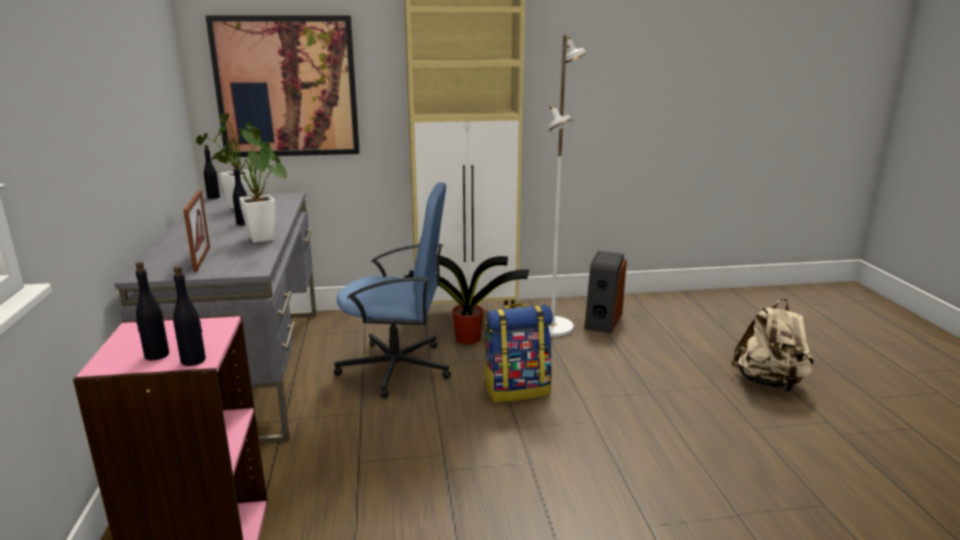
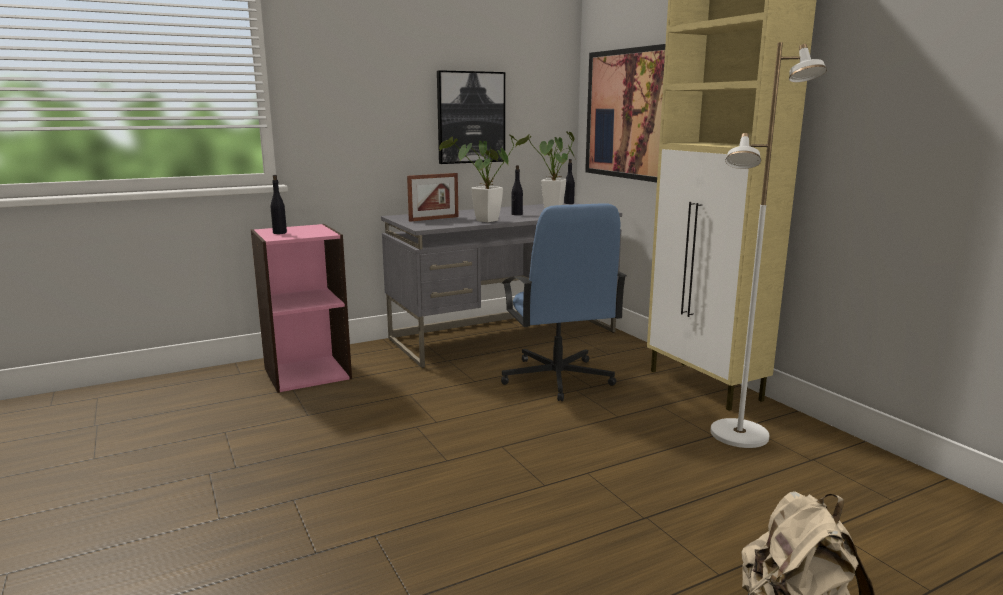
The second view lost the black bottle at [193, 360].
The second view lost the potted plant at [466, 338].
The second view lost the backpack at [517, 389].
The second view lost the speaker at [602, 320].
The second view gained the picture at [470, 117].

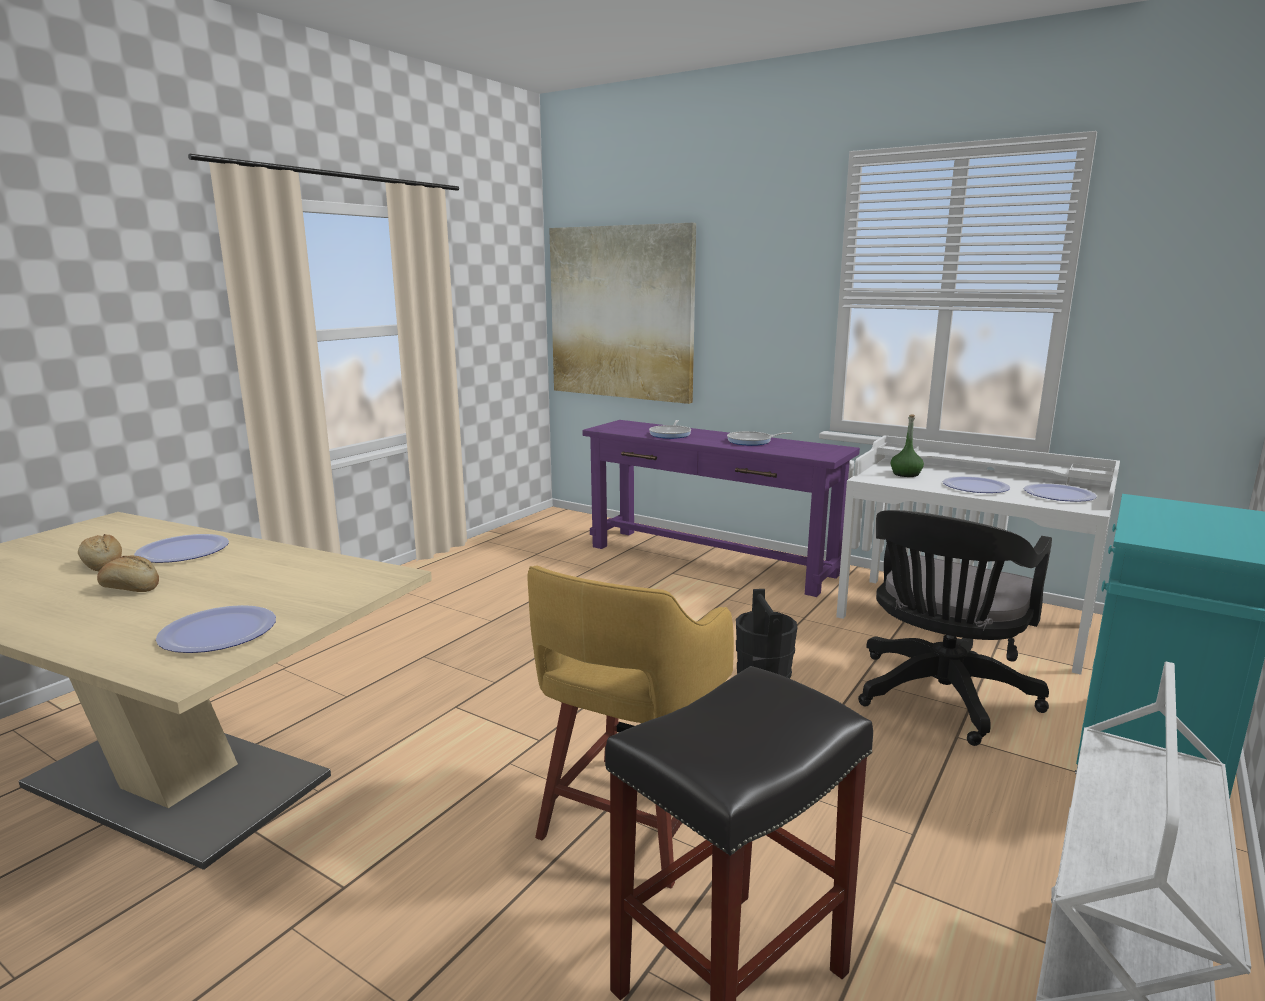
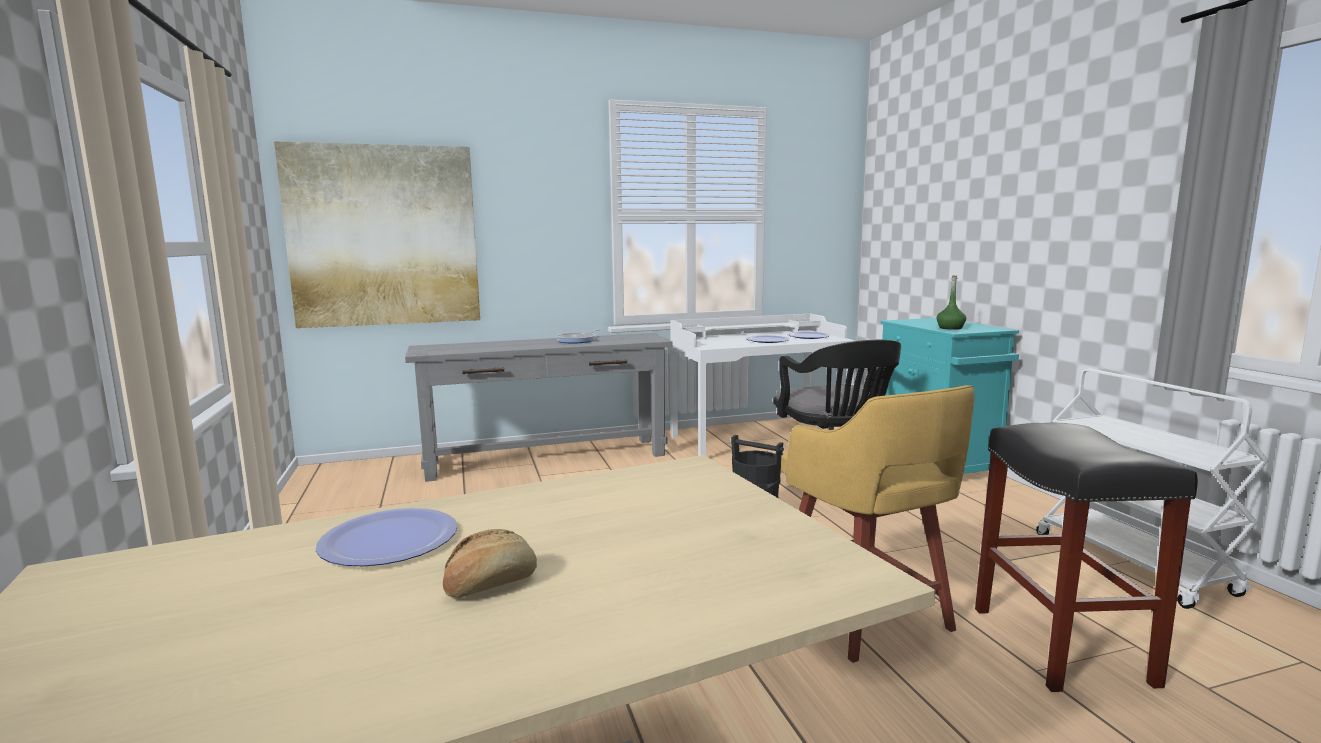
The second view lost the bread at [102, 564].
The second view lost the plate at [218, 632].
The second view lost the frying pan at [671, 434].
The green bottle ended up elsewhere, having gone from [906, 474] to [950, 328].
What was the purple console table at [710, 560] turned into the grey console table at [547, 458].

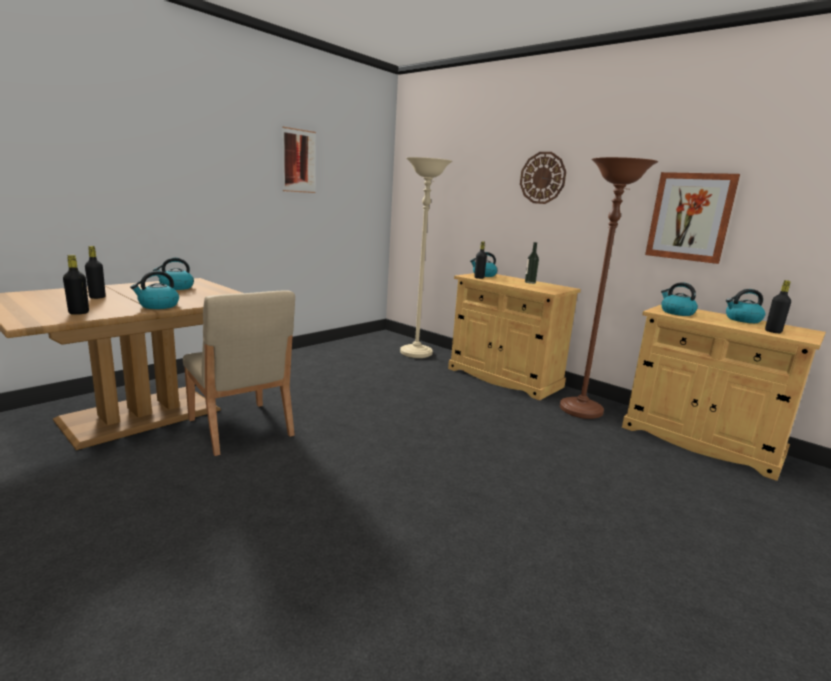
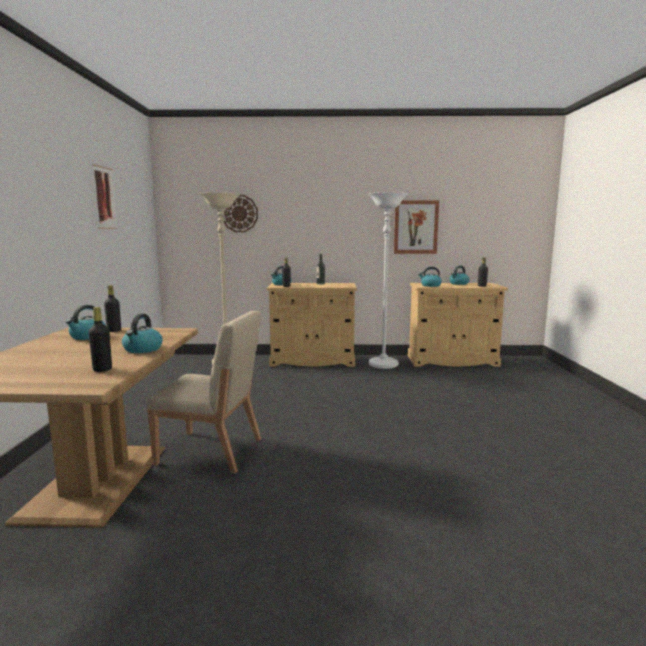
The black bottle ended up elsewhere, having gone from [97, 297] to [114, 330].
The wall clock ended up elsewhere, having gone from [542, 178] to [239, 213].
What was the brown floor lamp at [581, 410] turned into the white floor lamp at [383, 365].

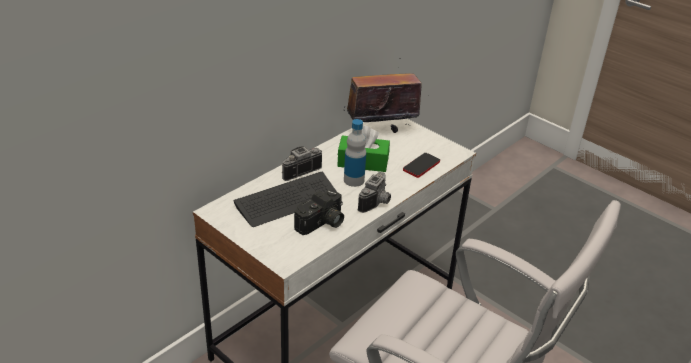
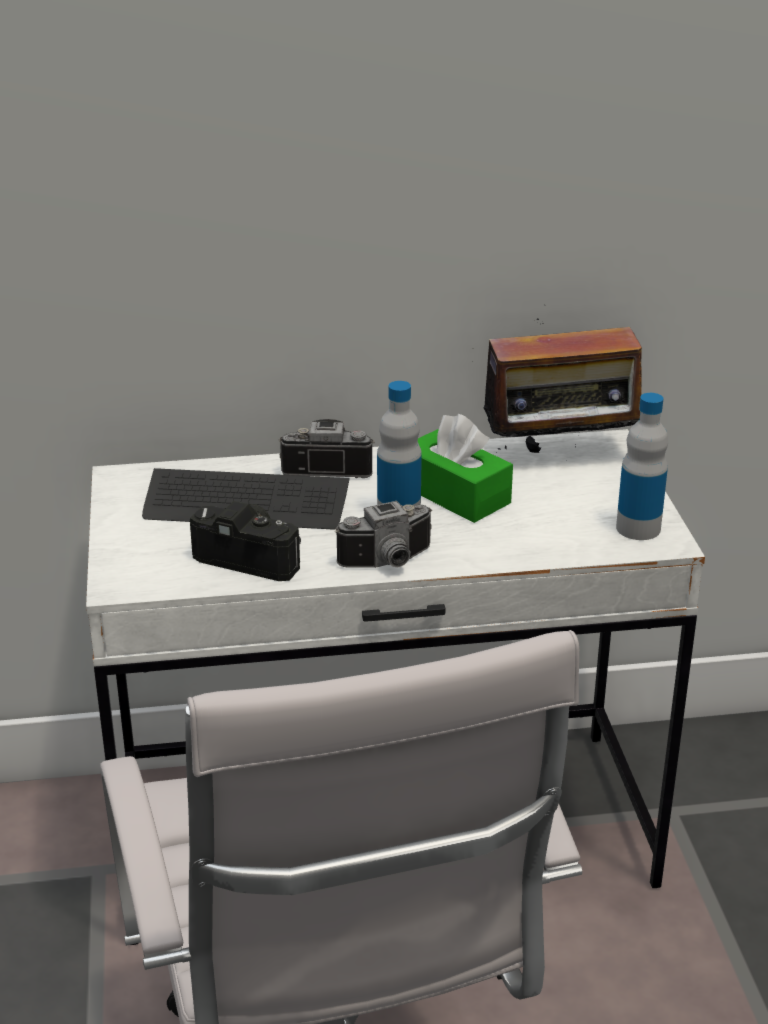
The second view lost the phone at [421, 166].
The second view gained the bottle at [638, 528].
The photo camera at [322, 224] ended up facing another way, 150 degrees counterclockwise from before.
The radio at [380, 130] ended up facing another way, 150 degrees clockwise from before.

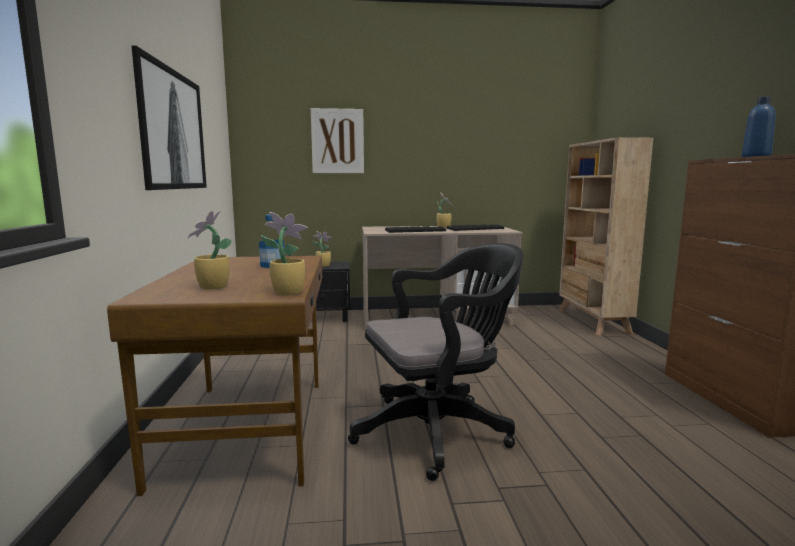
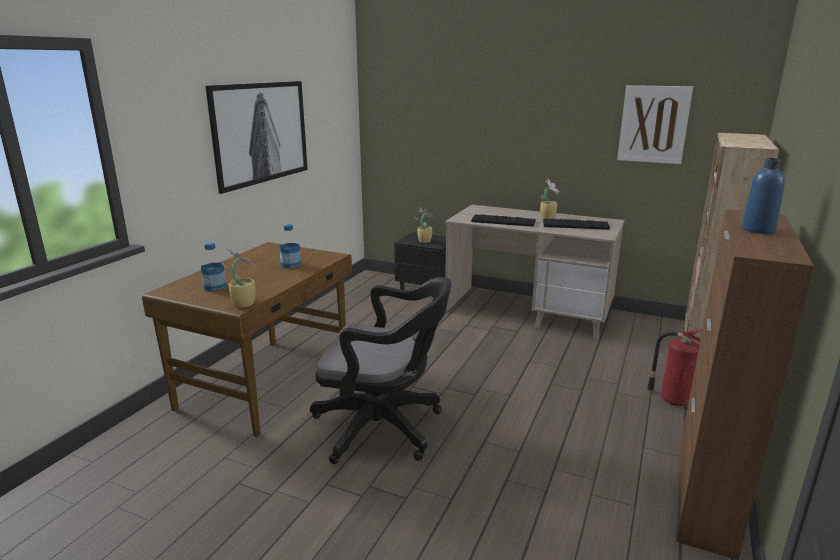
The second view gained the fire extinguisher at [672, 399].
The picture ended up elsewhere, having gone from [337, 141] to [653, 124].
Where the potted plant stood at [212, 287], the bottle came to stand at [214, 287].

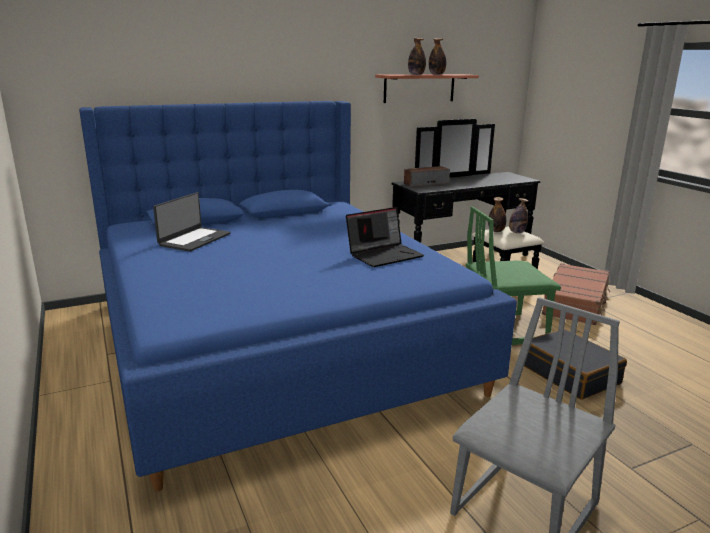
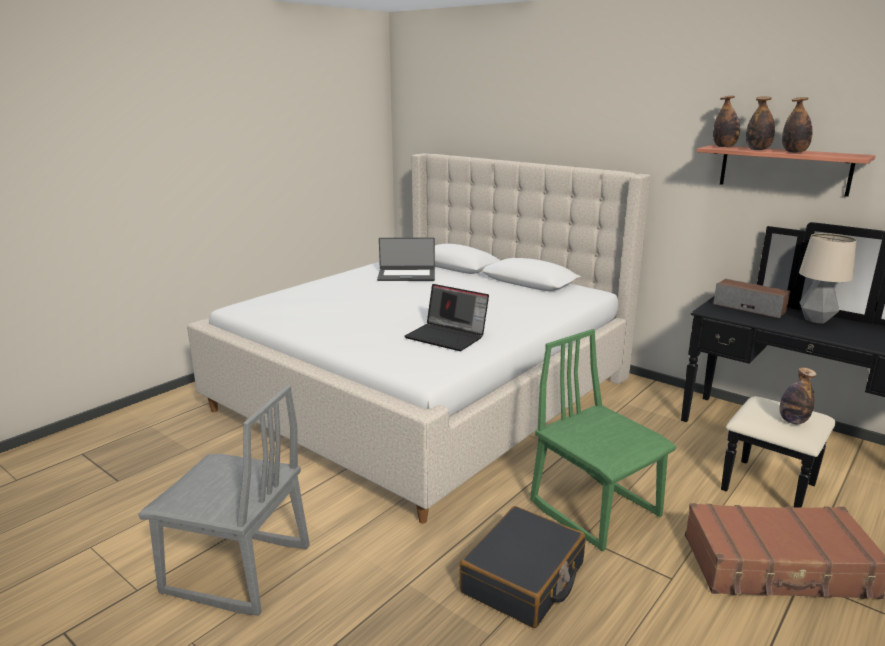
The second view gained the table lamp at [815, 320].
The bottle ended up elsewhere, having gone from [496, 231] to [724, 147].
What was the blue bed at [278, 343] turned into the beige bed at [427, 393].

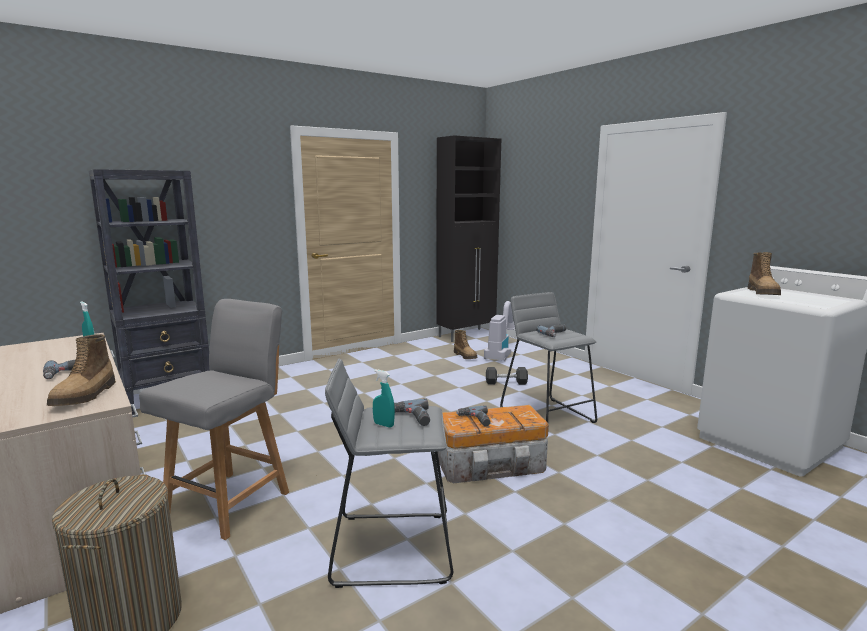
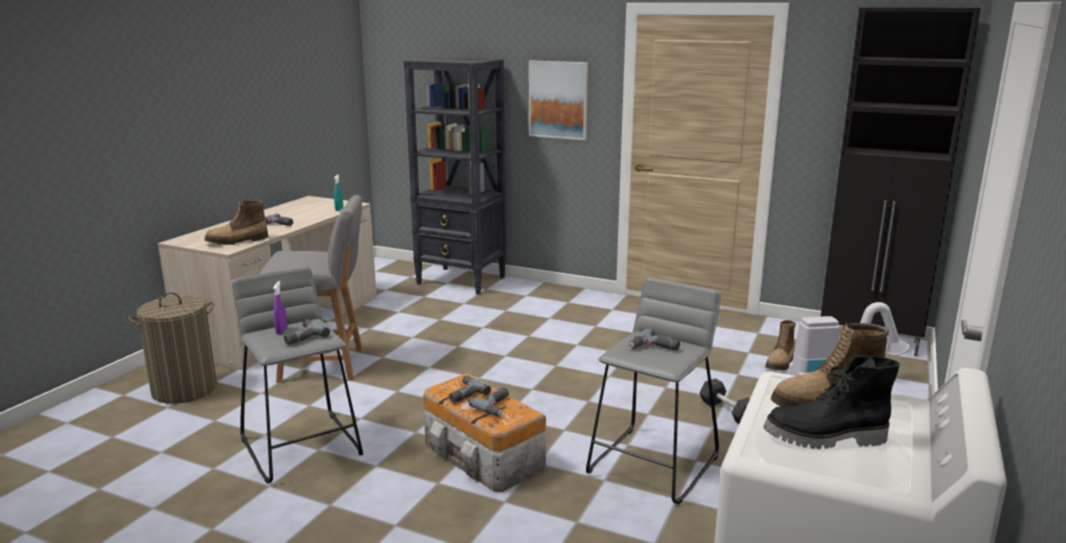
The second view gained the power drill at [497, 406].
The second view gained the picture at [558, 99].
The second view gained the black boot at [825, 439].
What was the turquoise spray bottle at [383, 425] turned into the purple spray bottle at [281, 331].

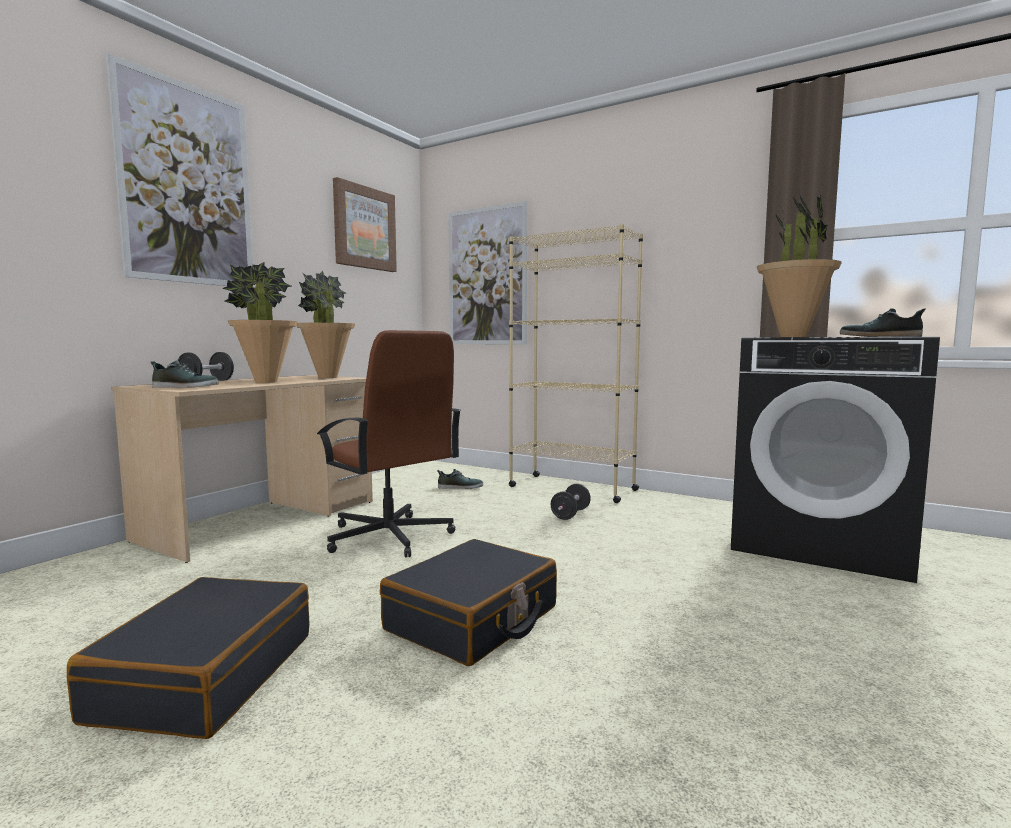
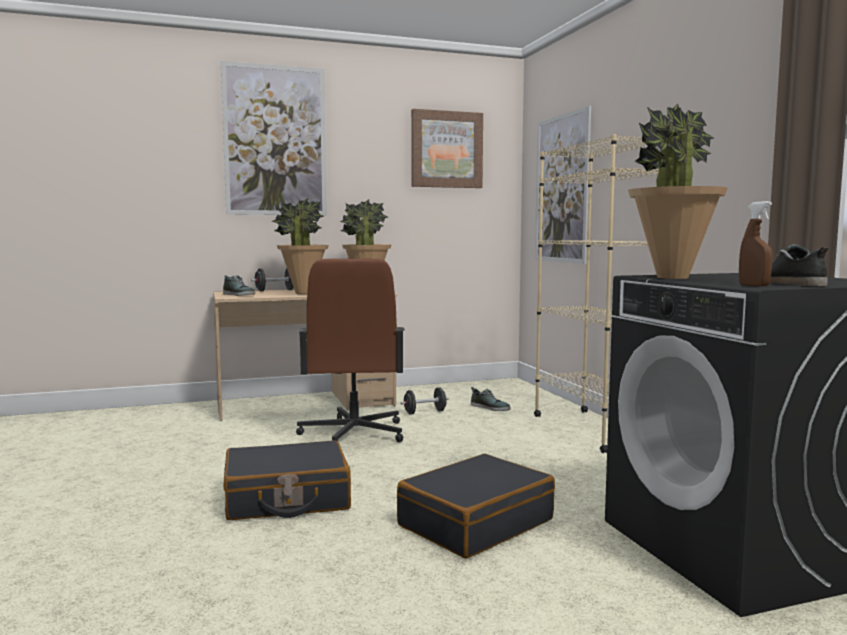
The second view gained the brown spray bottle at [754, 285].
The black suitcase ended up elsewhere, having gone from [205, 675] to [475, 522].
The black dumbbell ended up elsewhere, having gone from [570, 514] to [425, 412].

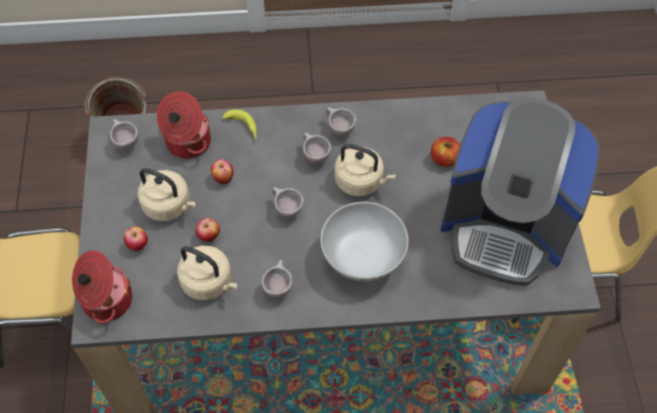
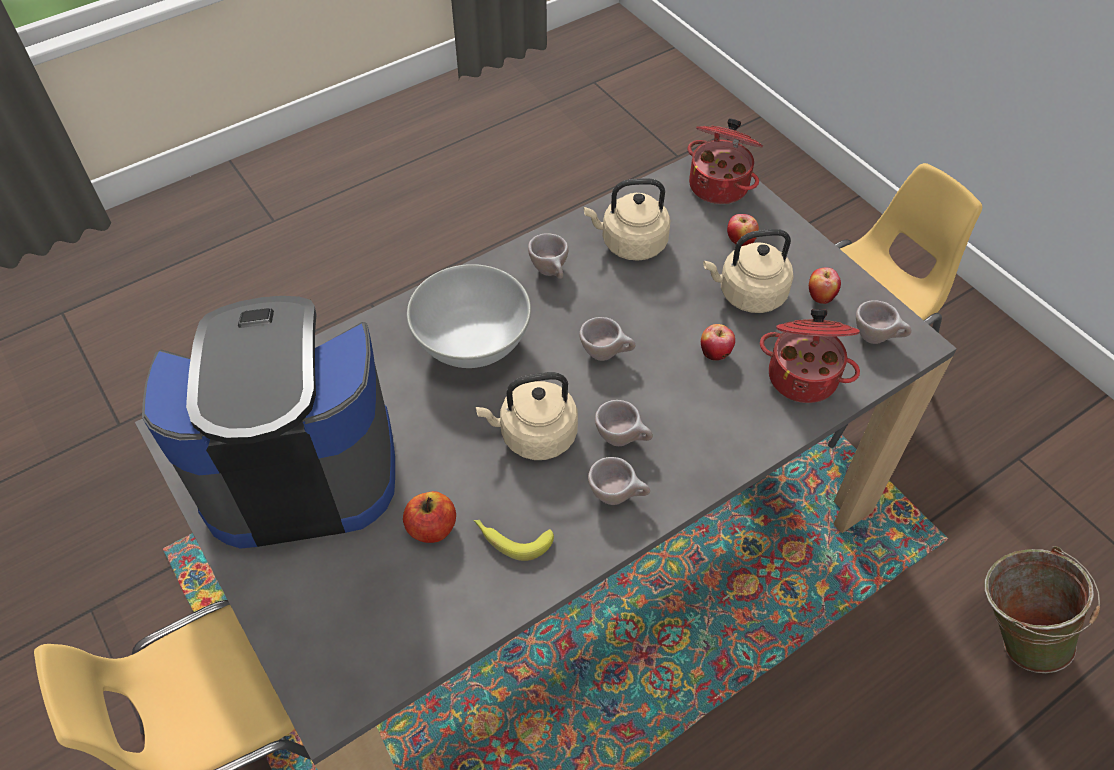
The apple ended up elsewhere, having gone from [209, 237] to [820, 297].
The banana ended up elsewhere, having gone from [243, 128] to [511, 538].

